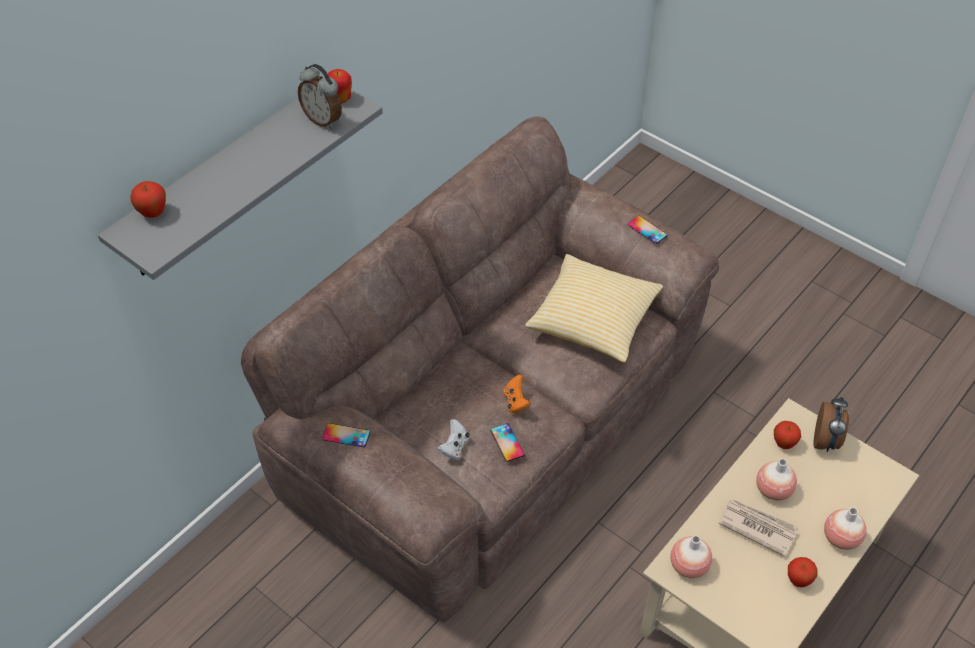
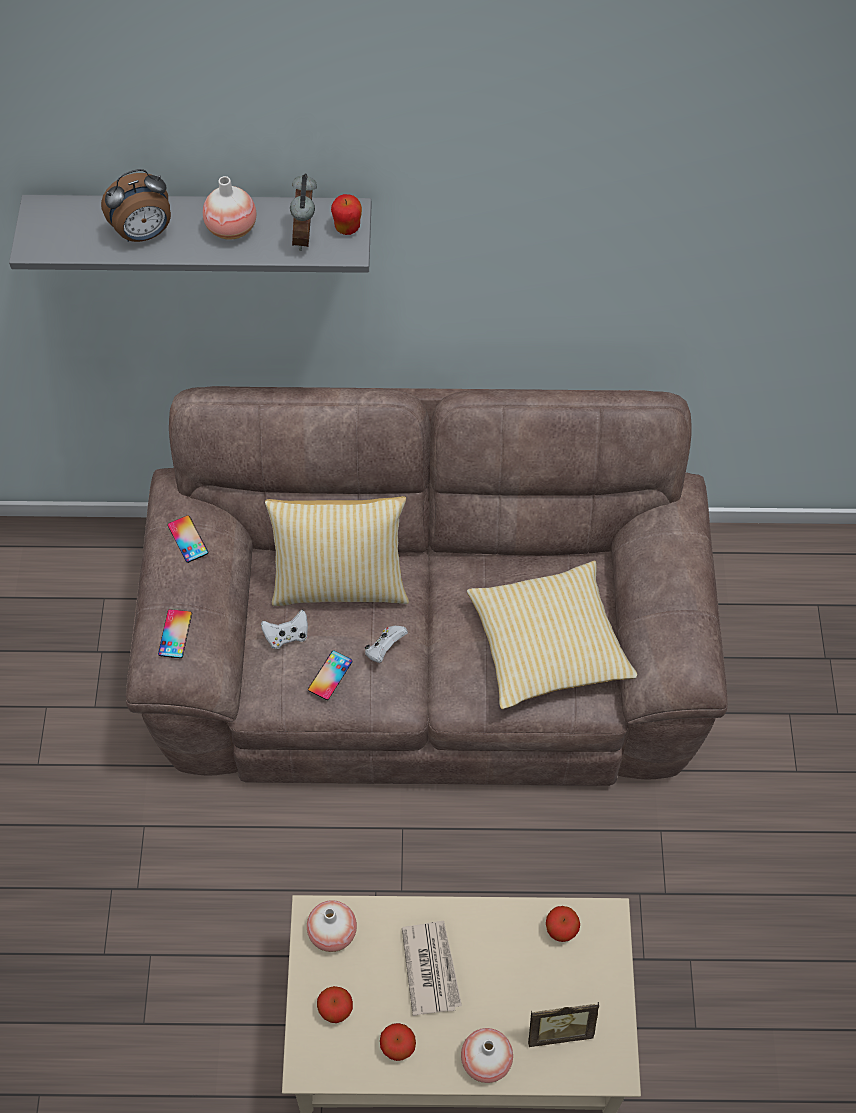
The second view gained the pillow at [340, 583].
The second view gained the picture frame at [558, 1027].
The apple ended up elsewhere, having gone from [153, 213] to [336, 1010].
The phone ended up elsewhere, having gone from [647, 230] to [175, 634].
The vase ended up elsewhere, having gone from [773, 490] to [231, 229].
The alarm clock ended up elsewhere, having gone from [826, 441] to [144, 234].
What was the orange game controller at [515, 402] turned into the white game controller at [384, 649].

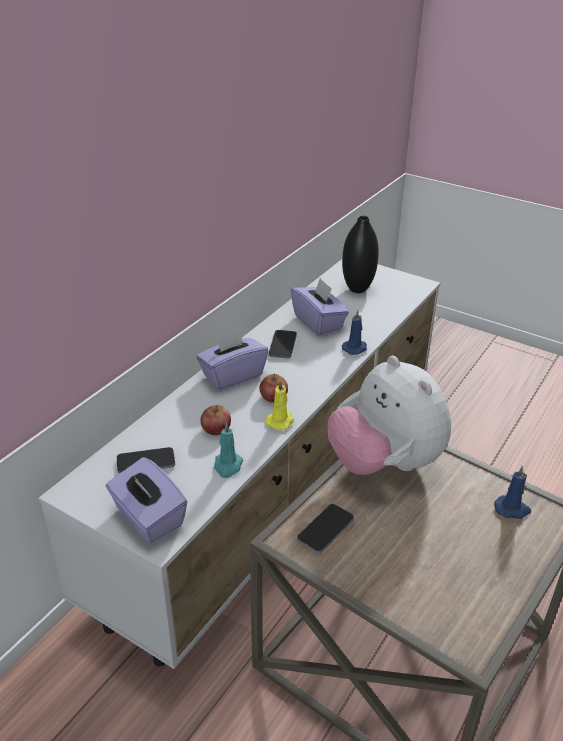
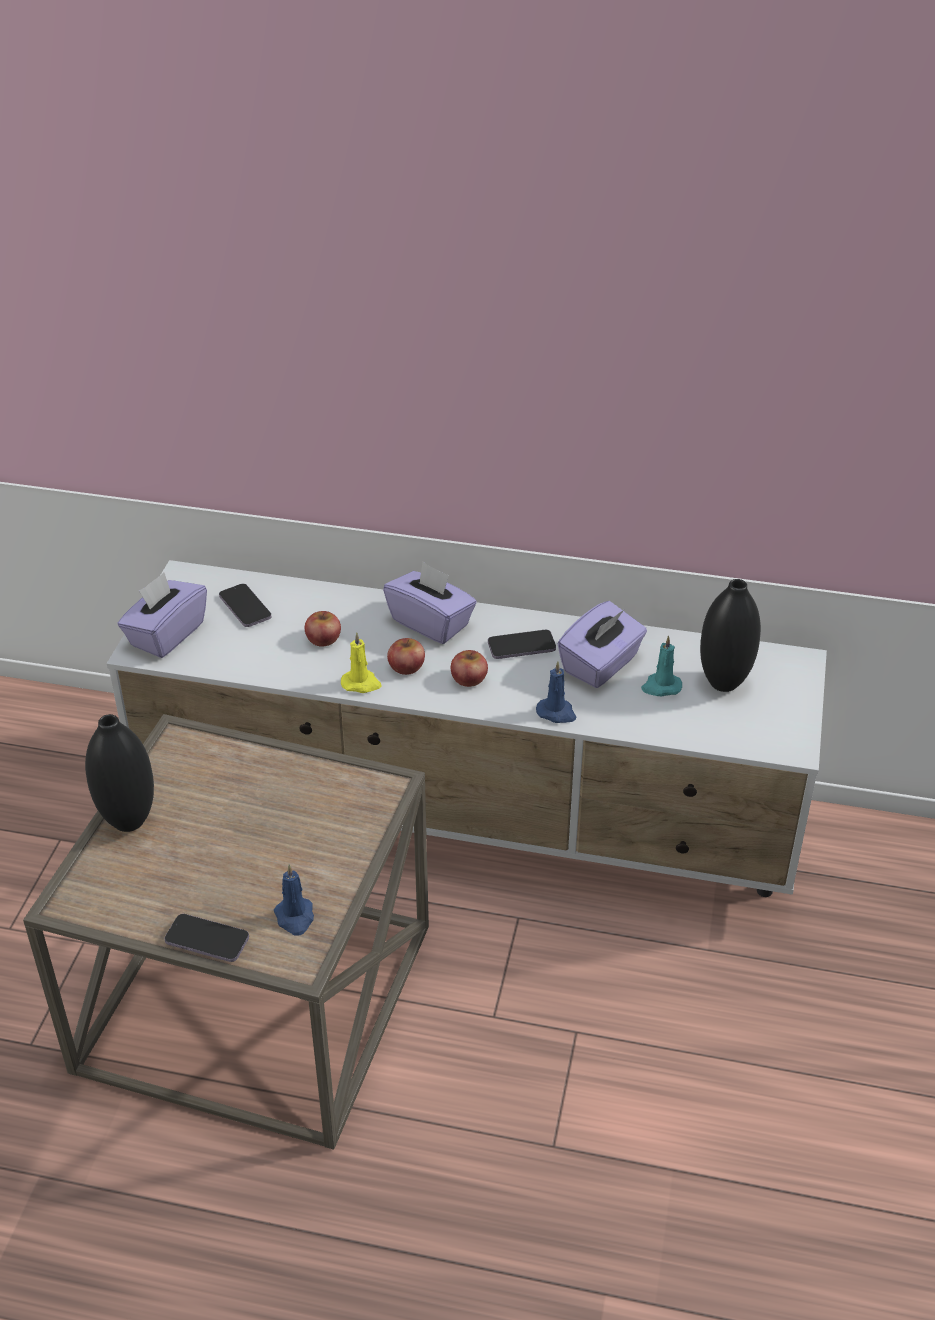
The second view lost the plush toy at [384, 463].
The second view gained the black vase at [129, 821].
The second view gained the apple at [469, 678].
The turquoise candle ended up elsewhere, having gone from [228, 466] to [661, 687].
The phone ended up elsewhere, having gone from [325, 530] to [207, 940].

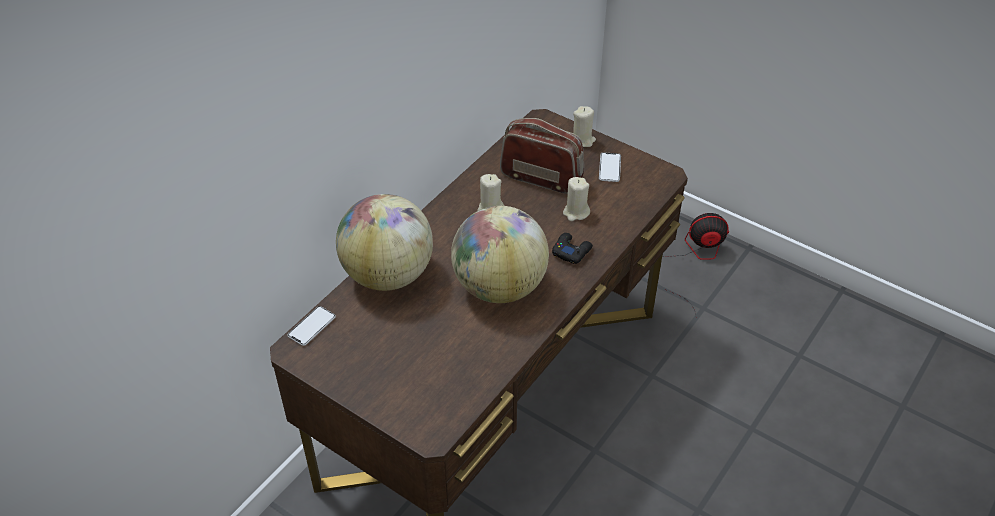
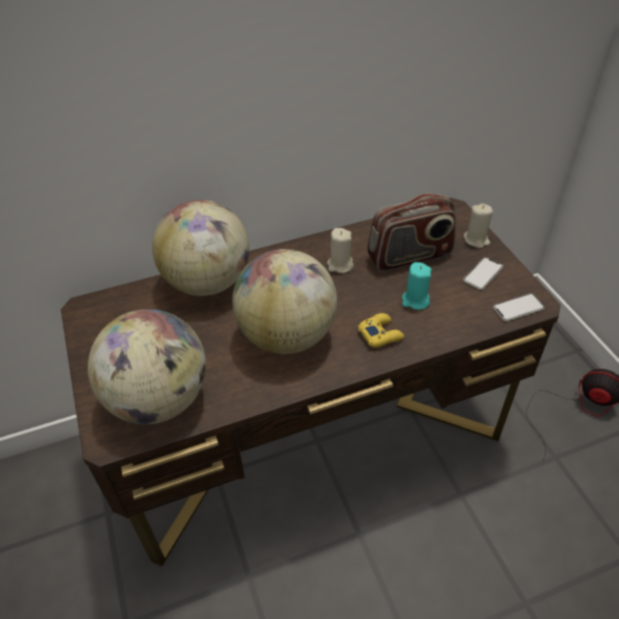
The second view gained the globe at [159, 399].
The phone ended up elsewhere, having gone from [312, 326] to [518, 308].
What was the black game controller at [571, 251] turned into the yellow game controller at [380, 334].
What was the beige candle at [576, 212] turned into the turquoise candle at [415, 300].
The radio at [541, 177] ended up facing another way, 105 degrees clockwise from before.

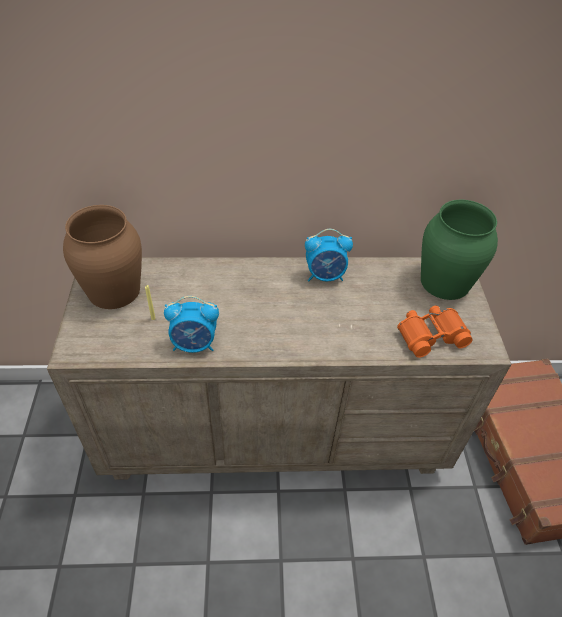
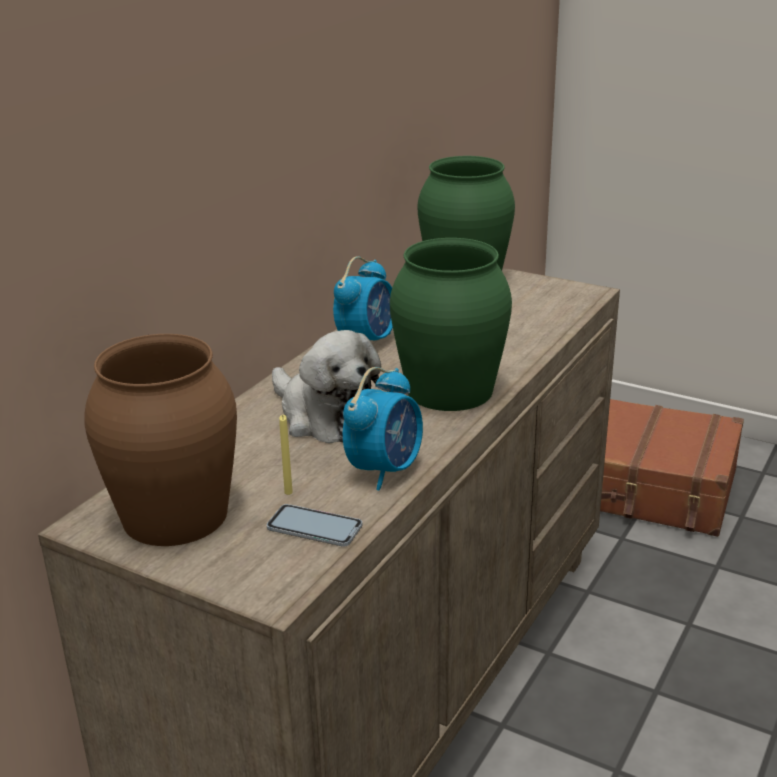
The second view lost the orange binoculars at [430, 335].
The second view gained the phone at [314, 527].
The second view gained the plush toy at [324, 417].
The second view gained the green vase at [449, 389].

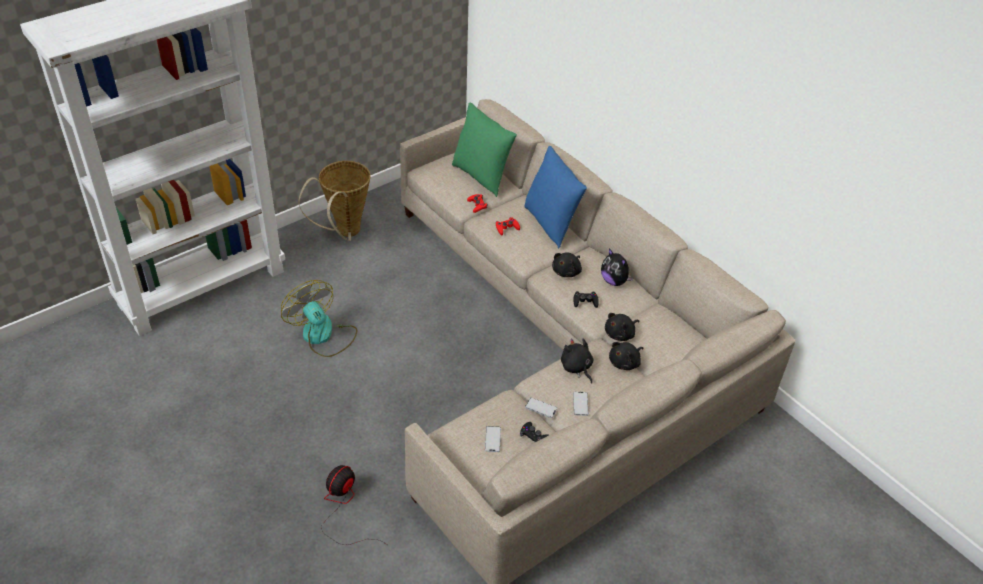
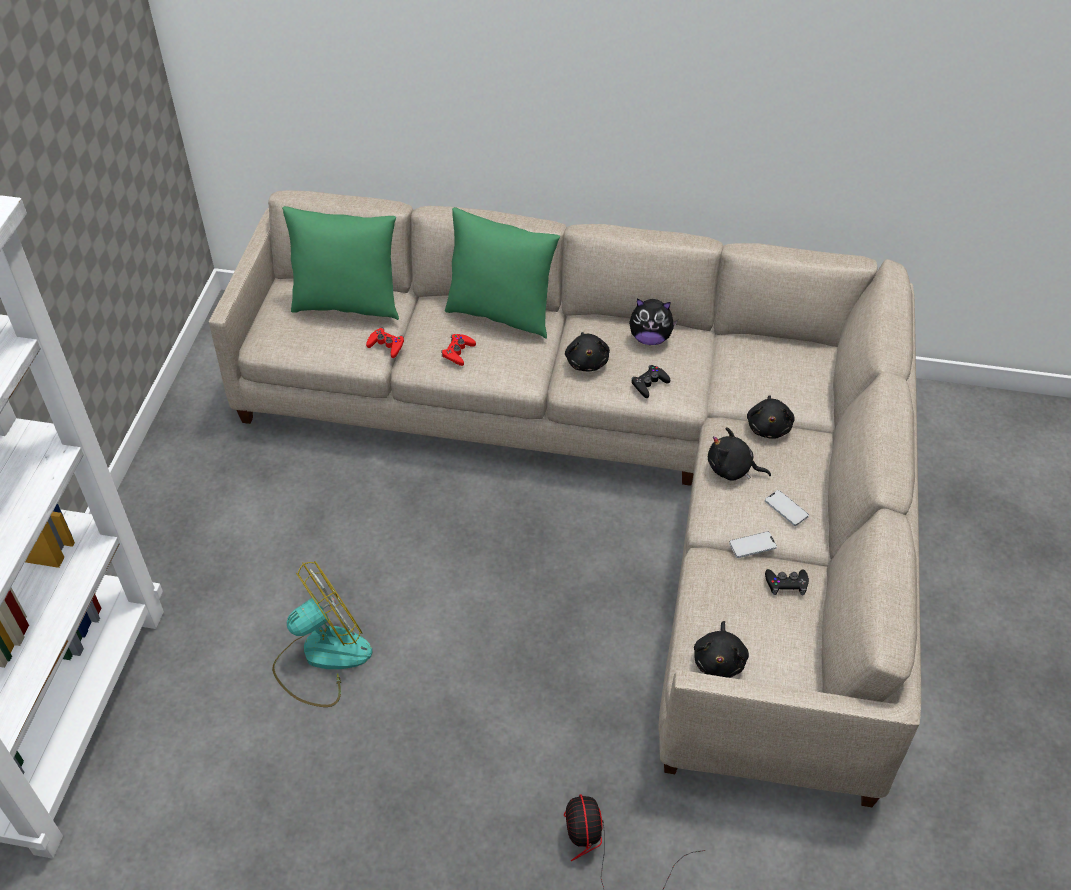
The second view lost the basket at [344, 233].
The second view lost the phone at [492, 439].
The black plush toy ended up elsewhere, having gone from [620, 334] to [719, 661].
What was the blue pillow at [551, 224] turned into the green pillow at [500, 314].
The fan at [323, 336] ended up facing another way, 135 degrees clockwise from before.

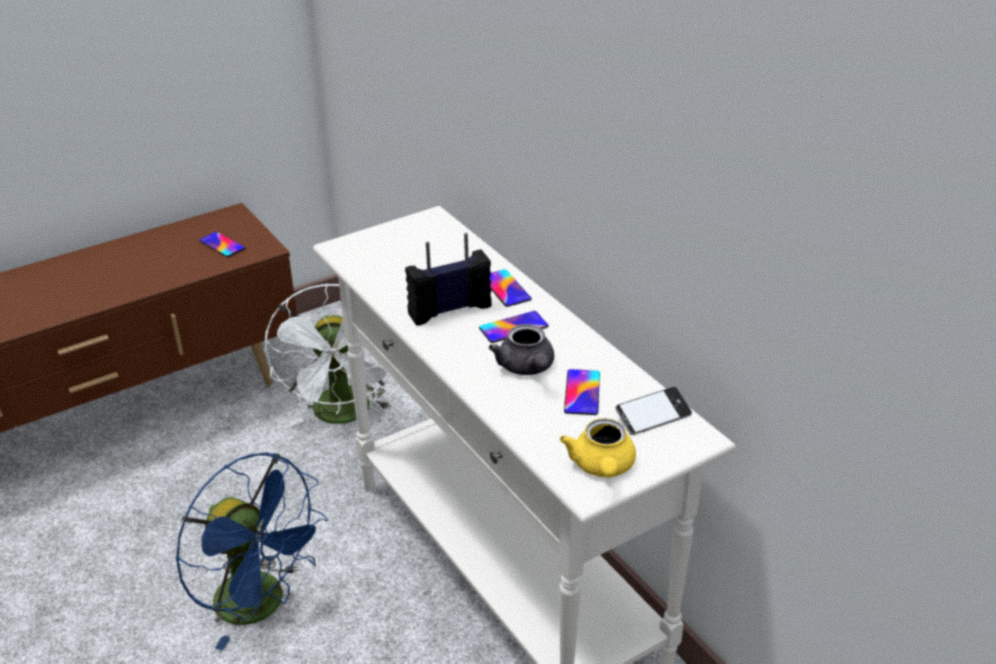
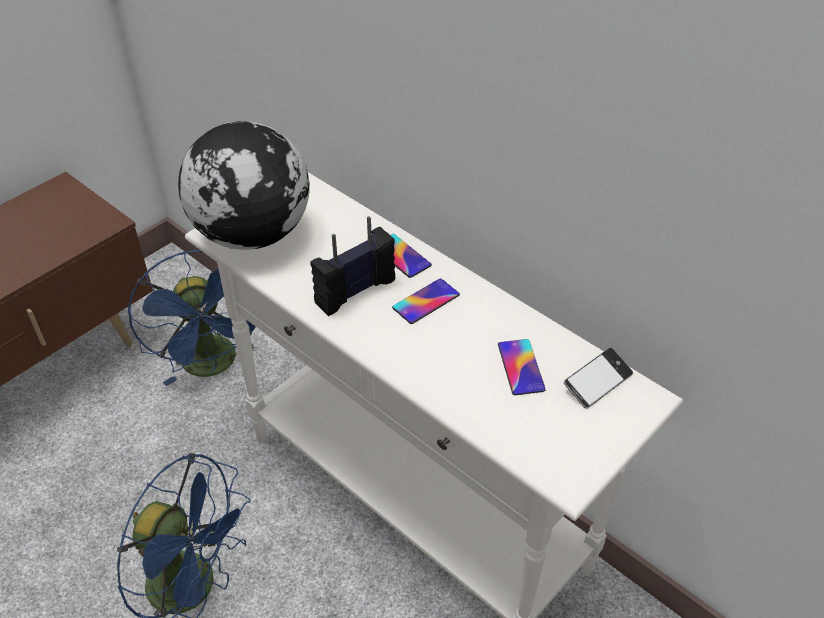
The second view lost the phone at [222, 245].
The second view lost the grey teapot at [527, 368].
The second view lost the yellow teapot at [602, 467].
The second view gained the globe at [253, 234].
What was the white fan at [344, 415] turned into the blue fan at [214, 366].

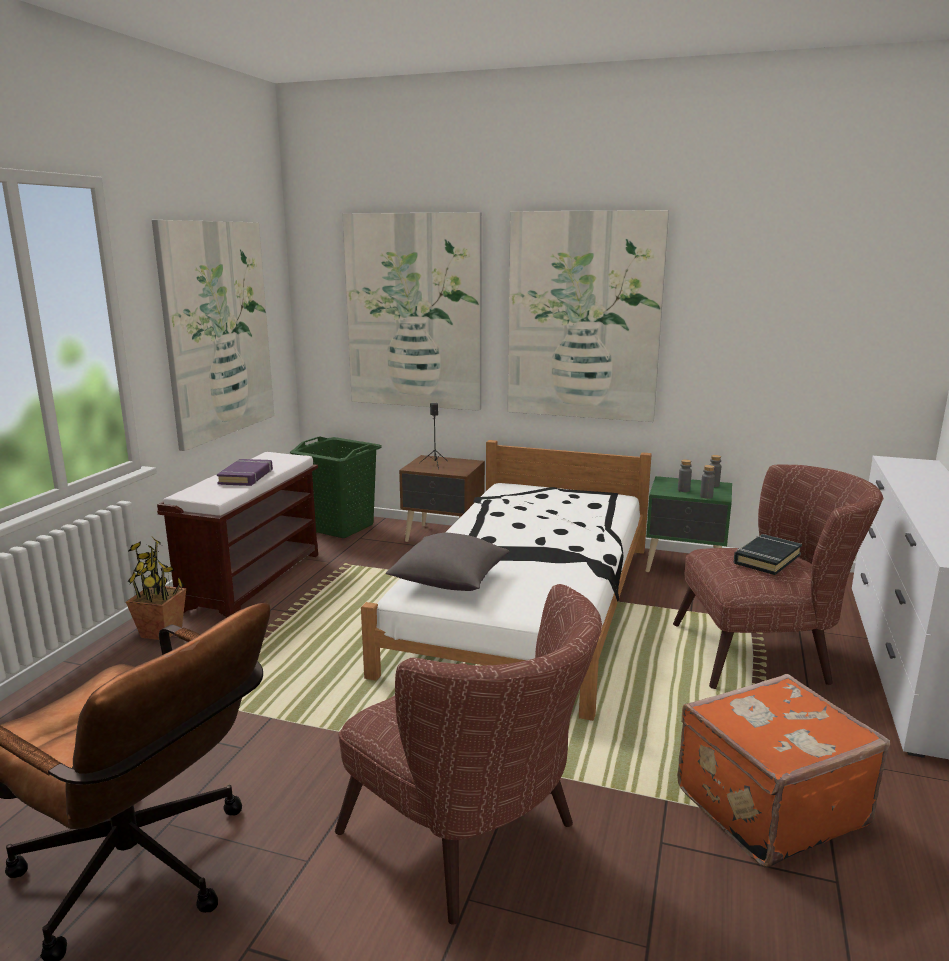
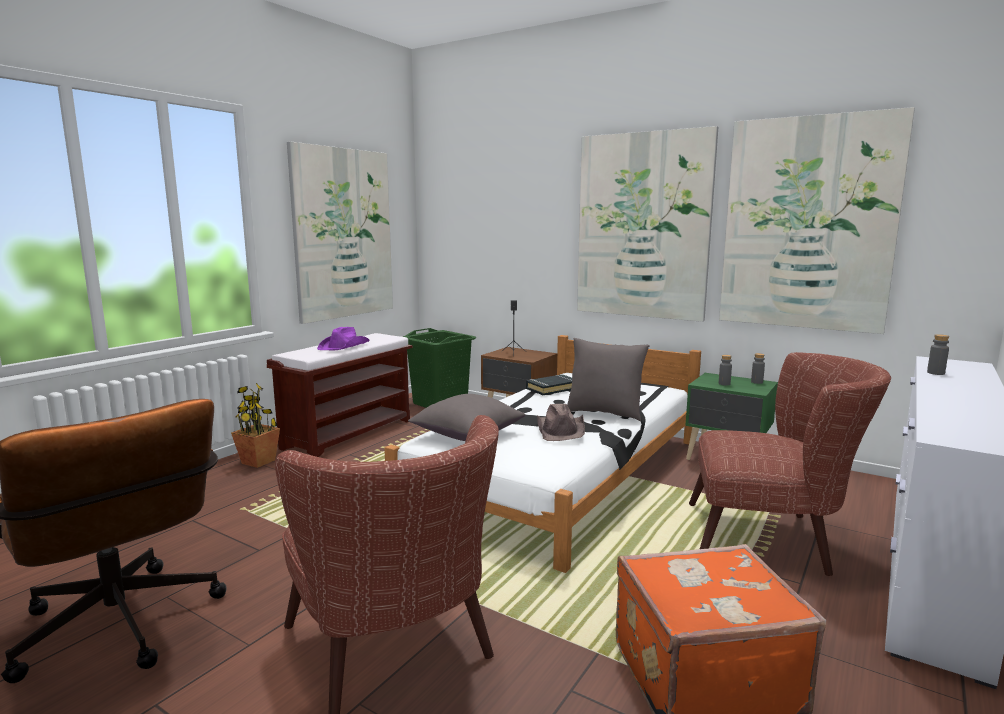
The second view gained the brown hat at [561, 430].
The second view gained the grey pillow at [604, 413].
The picture ended up elsewhere, having gone from [413, 312] to [807, 224].
The grey bottle ended up elsewhere, having gone from [706, 496] to [935, 373].
The black book ended up elsewhere, having gone from [766, 559] to [552, 388].
Where the purple book stood at [246, 477], the purple hat came to stand at [344, 346].

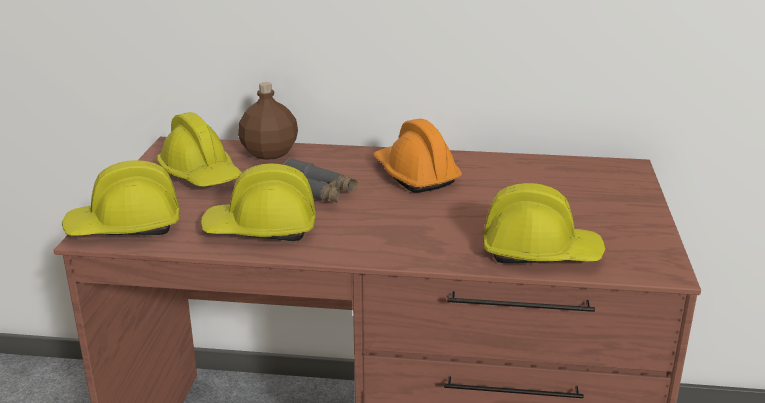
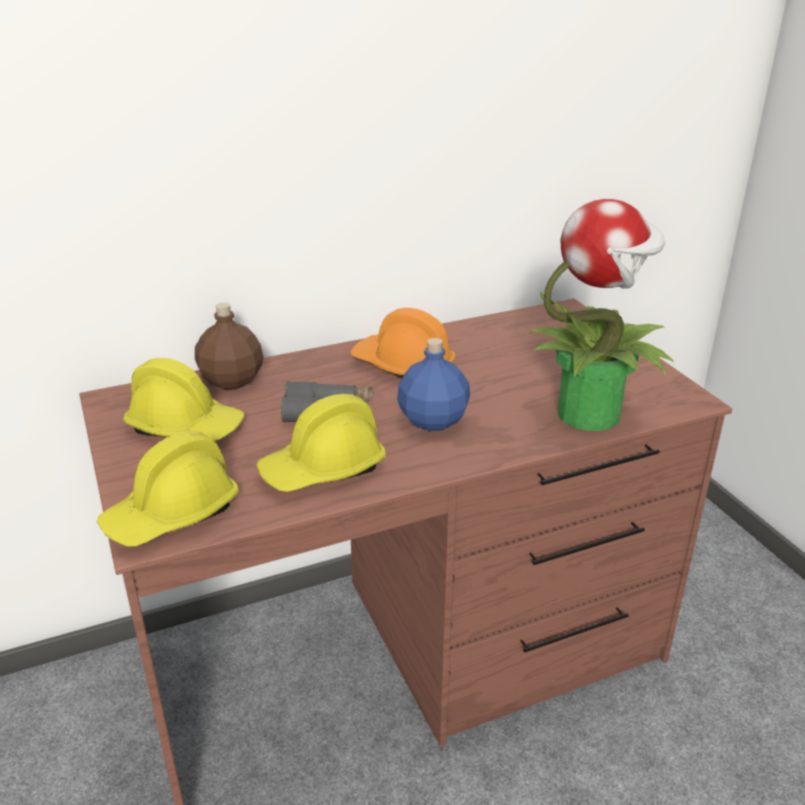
The second view gained the blue bottle at [433, 419].
Where the yellow hard hat stood at [540, 253], the potted plant came to stand at [590, 413].

